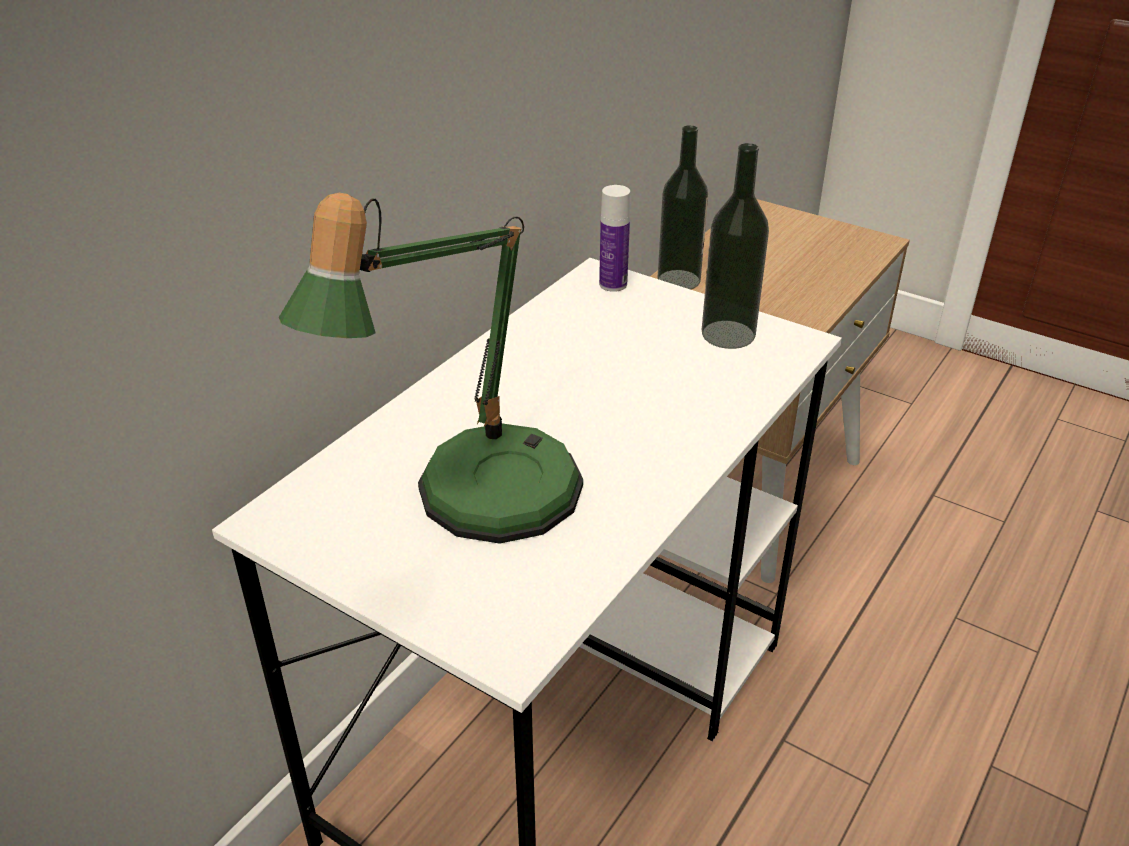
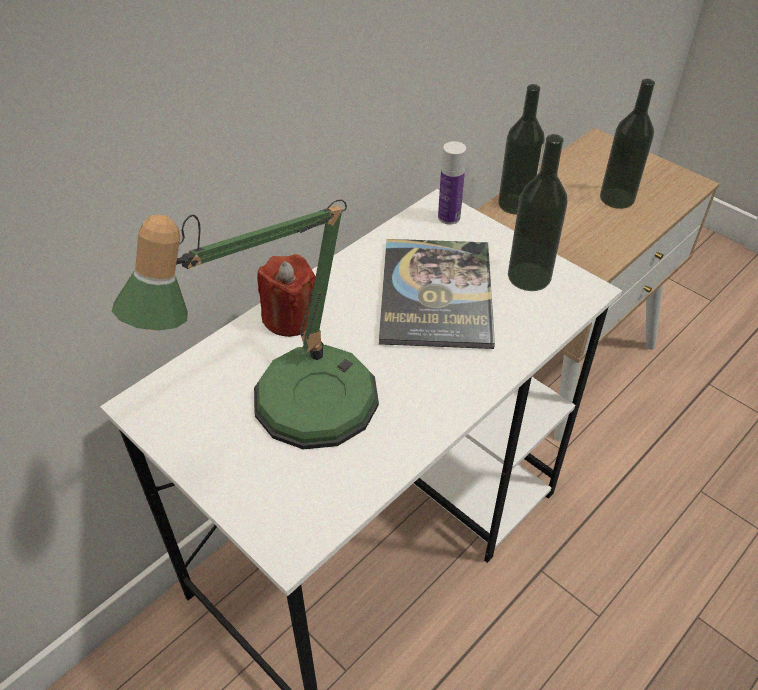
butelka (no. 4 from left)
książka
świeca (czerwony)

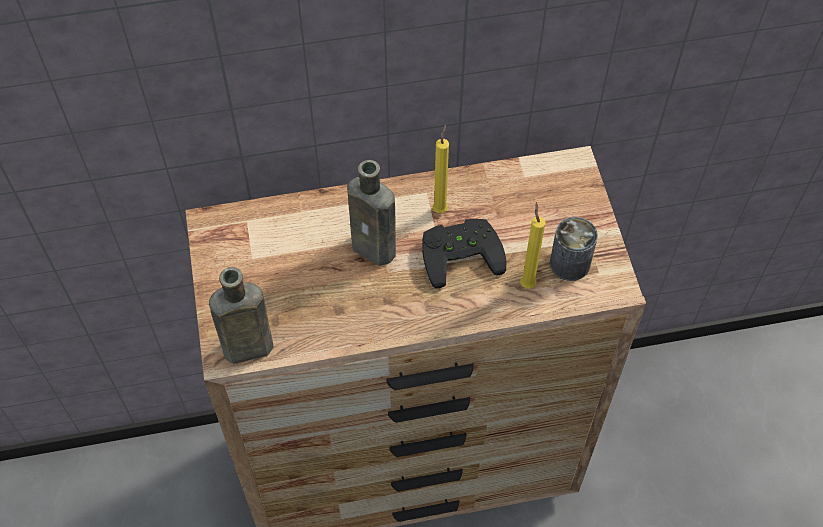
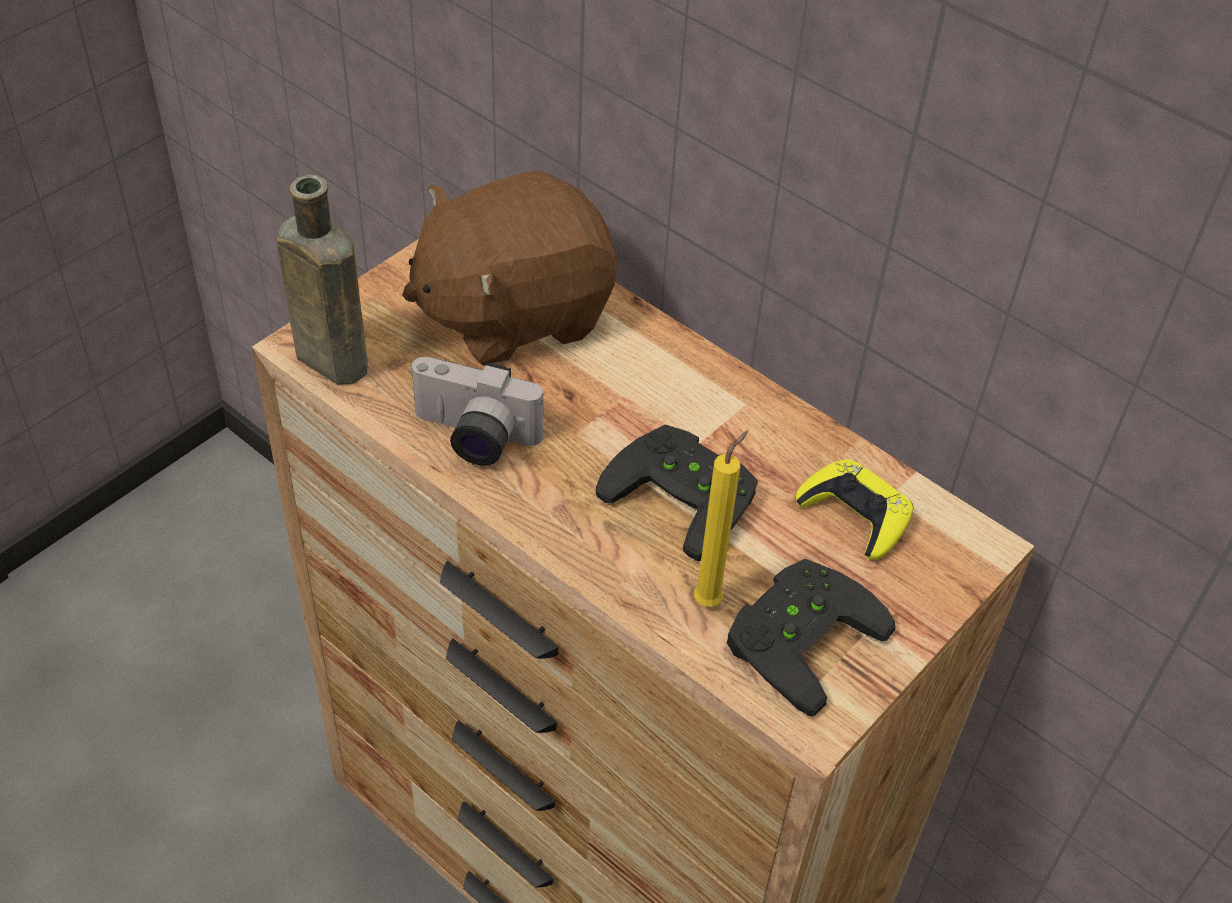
świeca (żółty) (no. 1 from left in the first image)
butelka (brązowy) (no. 2 from left in the first image)
pad do gier (czarny) (no. 2 from left)
pluszak (brązowy)
aparat fotograficzny
pad do gier (żółty)

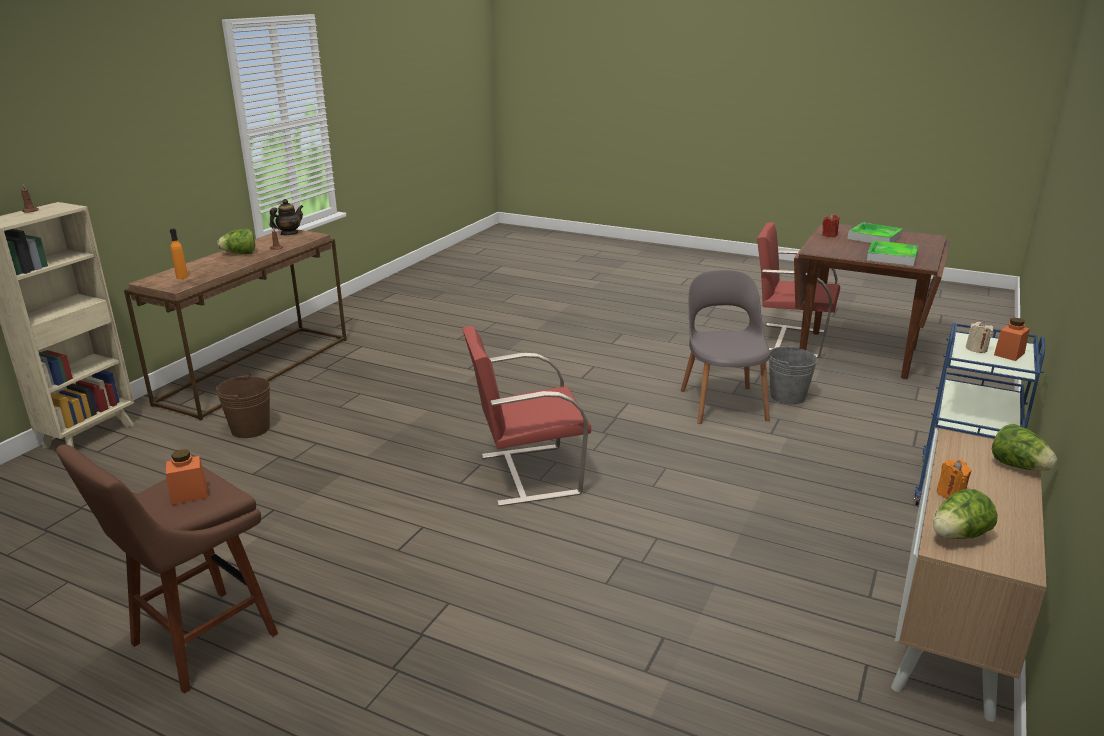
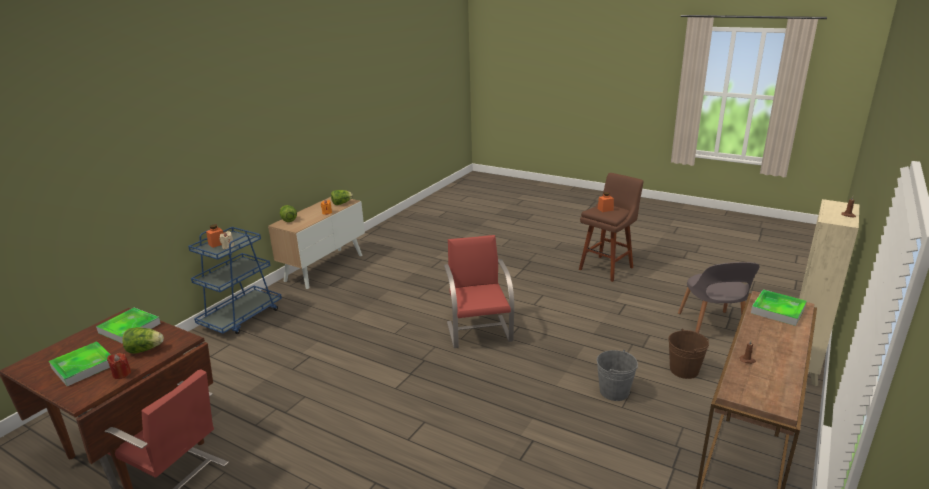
imbryk
taca (no. 3 from left)
sałata (no. 1 from left)
krzesło (szary)
krzesło (czerwony) (no. 2 from left)
wiadro (szary)

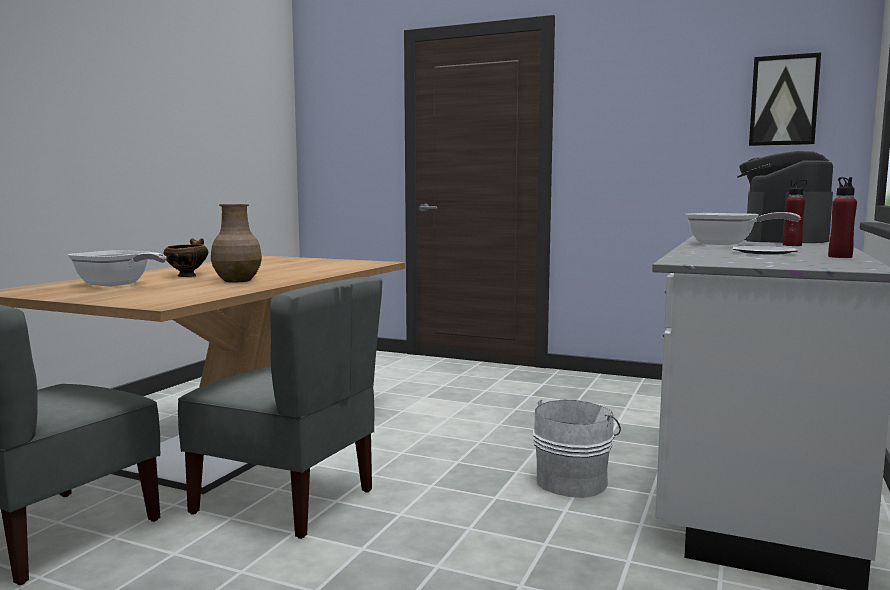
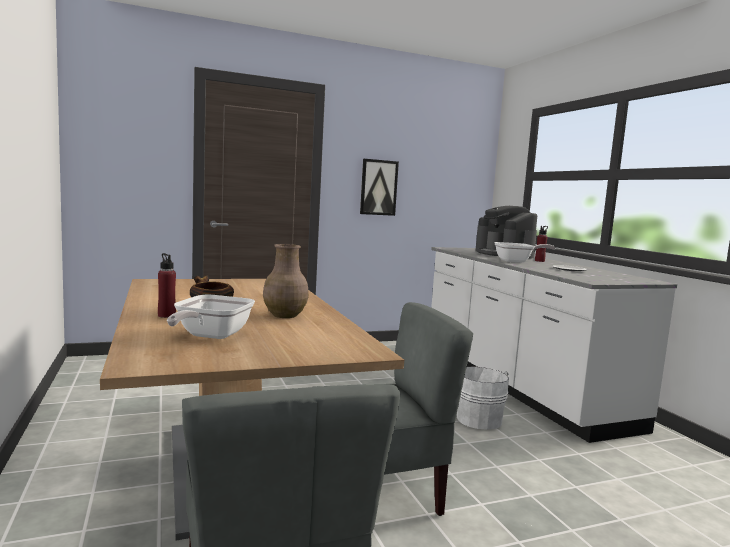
obraz
butelka (czerwony) (no. 1 from left)
patelnia (no. 1 from left)

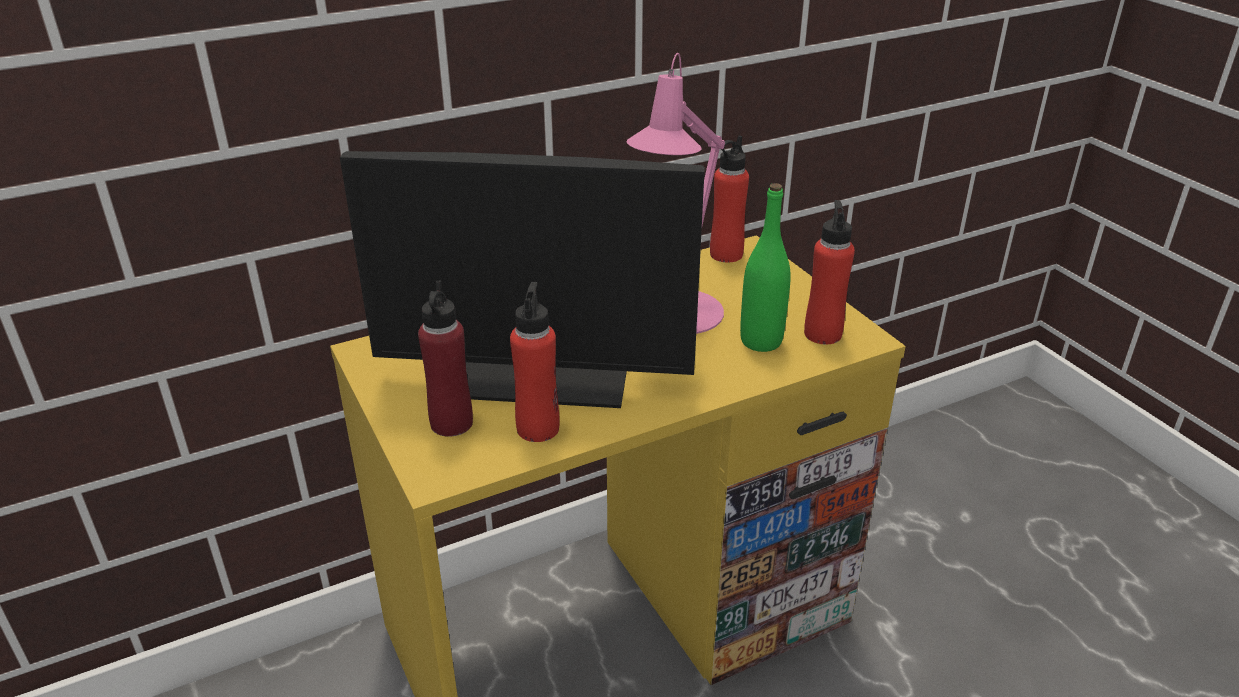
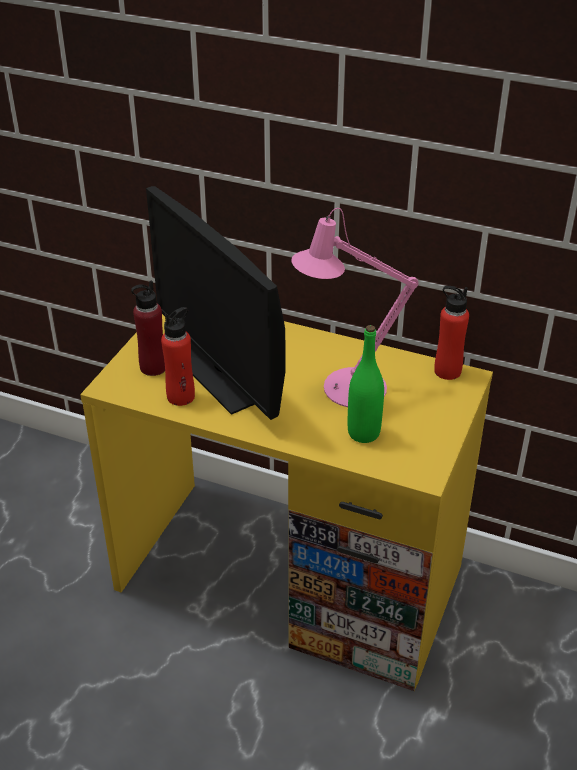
butelka (czerwony) (no. 4 from left in the first image)

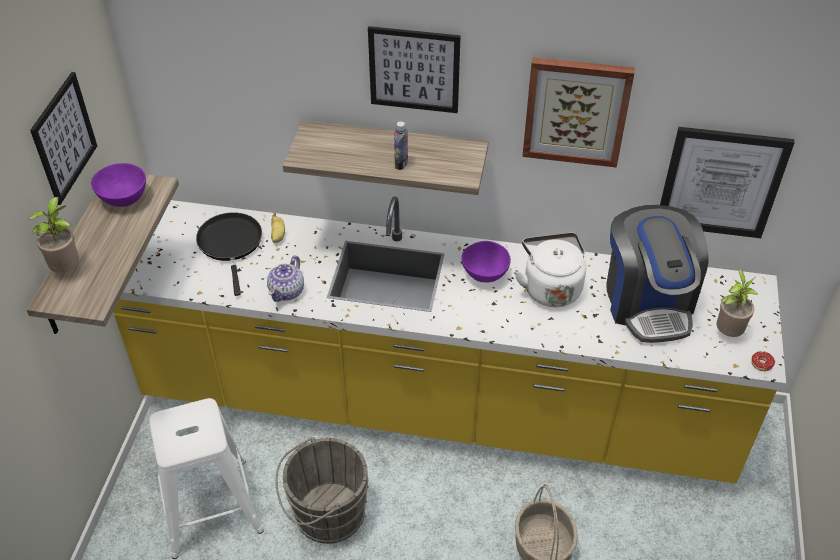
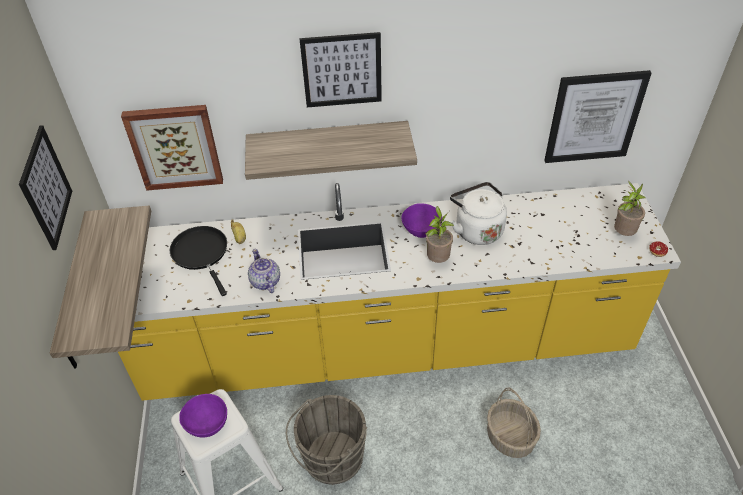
obraz (no. 2 from left)
butelka
miska (fioletowy) (no. 1 from left)
roślina doniczkowa (no. 1 from left)
ekspres do kawy
imbryk

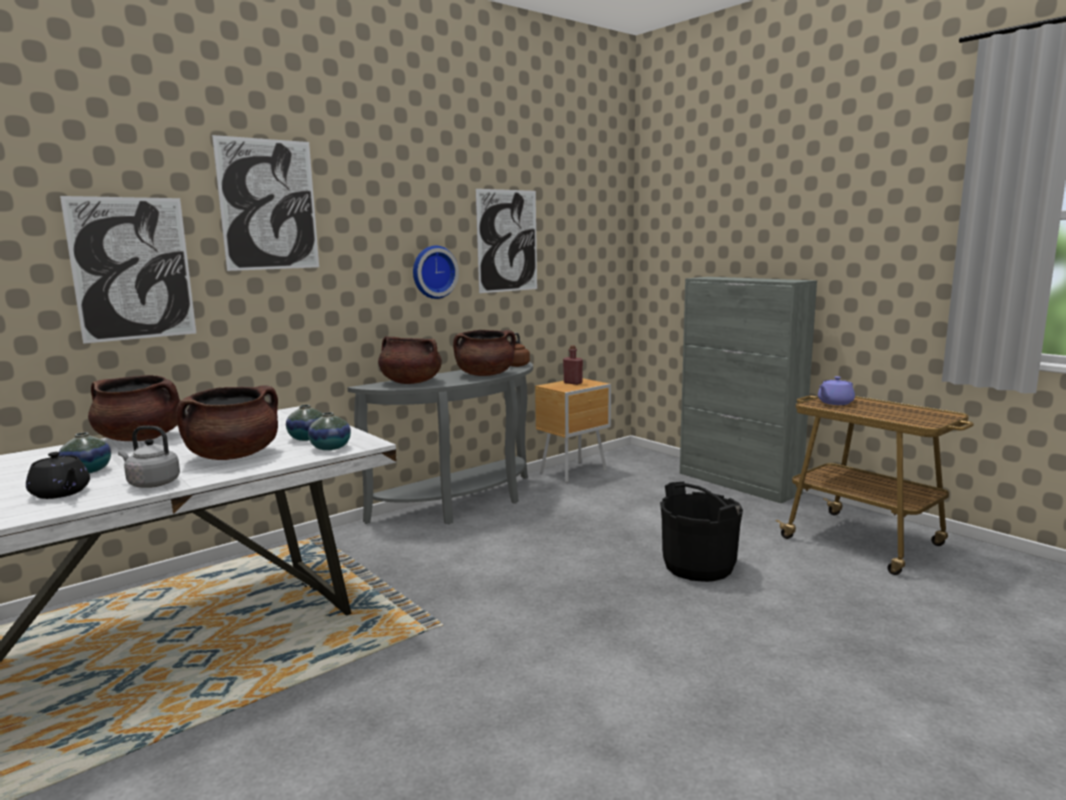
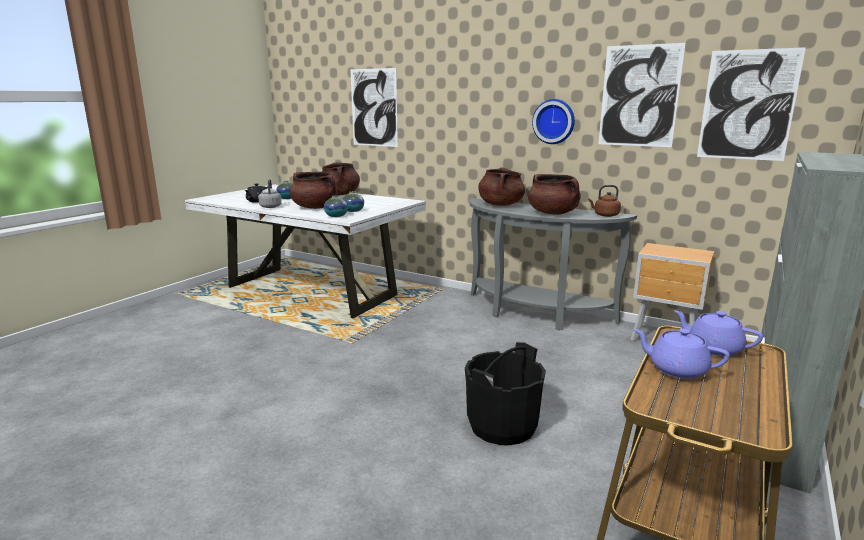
obraz (no. 3 from left)
butelka (czerwony)
imbryk (fioletowy) (no. 1 from left)

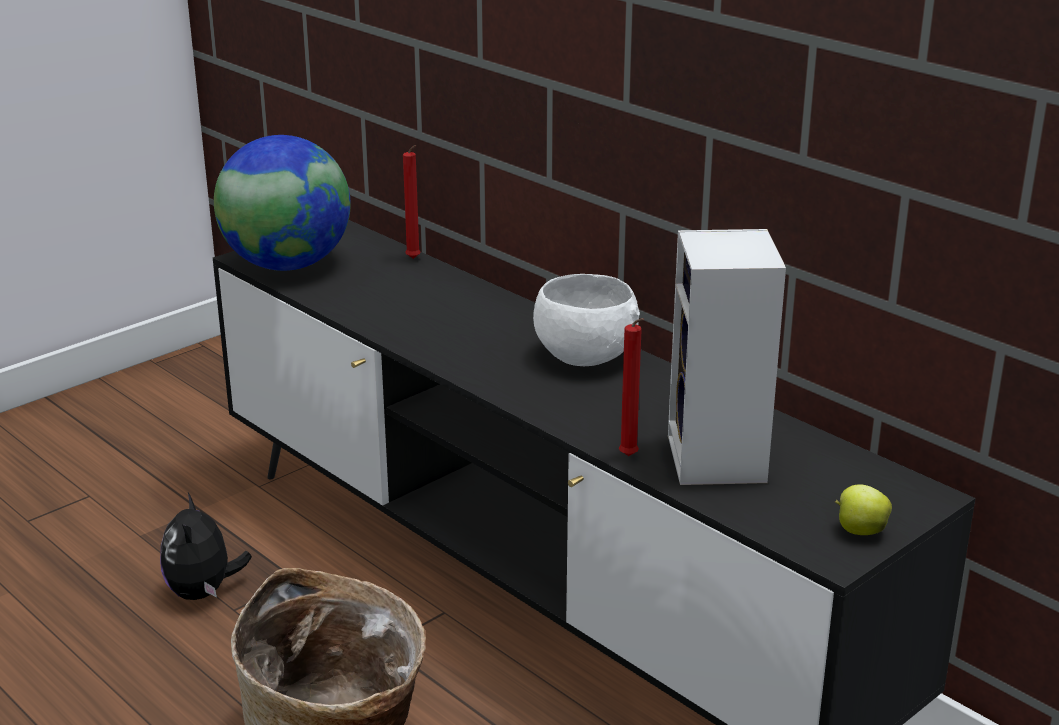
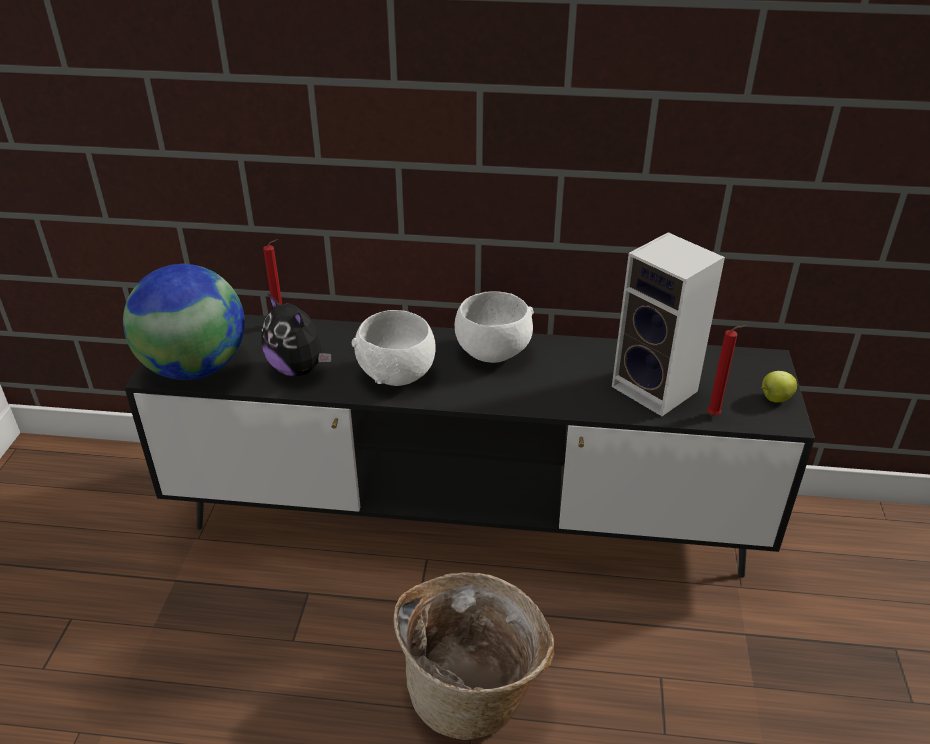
świeca (czerwony) (no. 2 from left)
pluszak
miska (biały) (no. 1 from left)

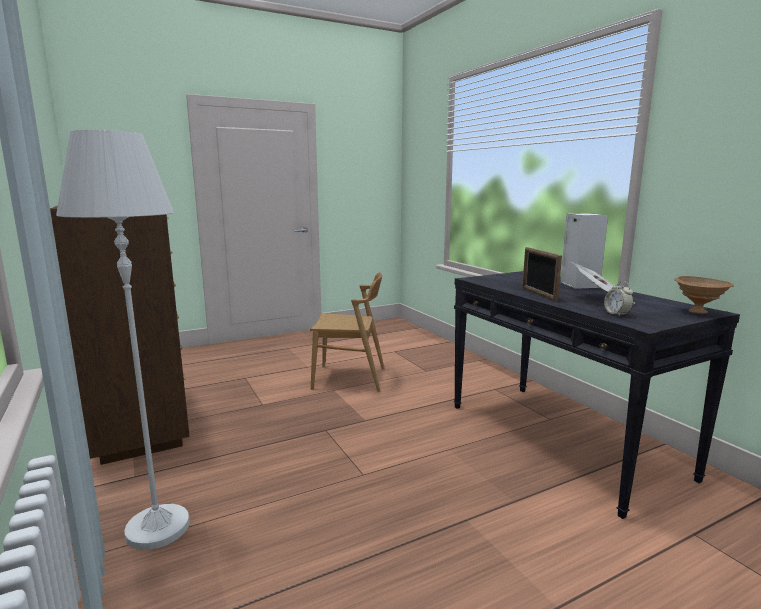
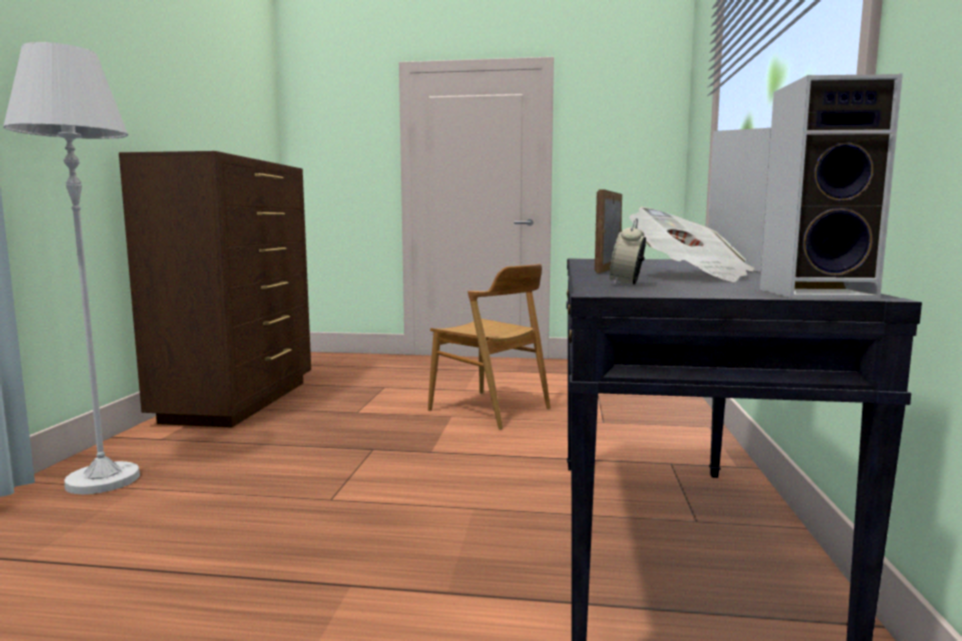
głośnik (no. 2 from left)

